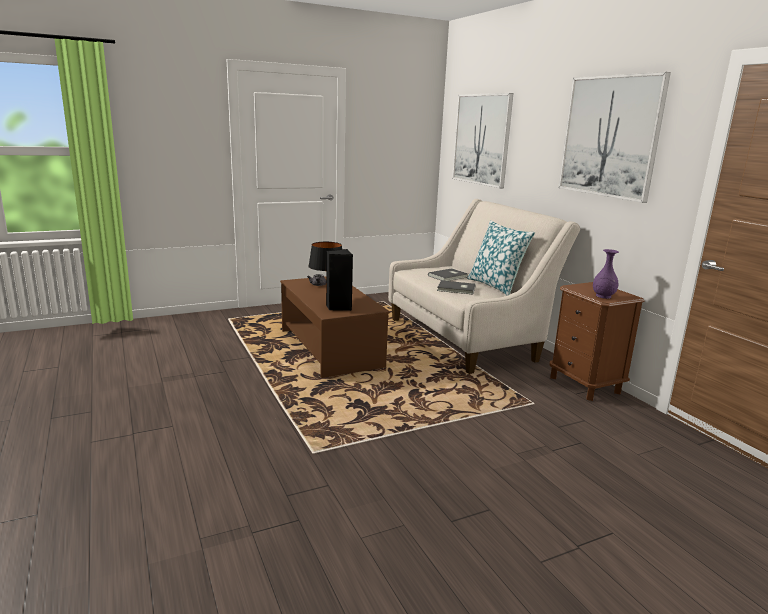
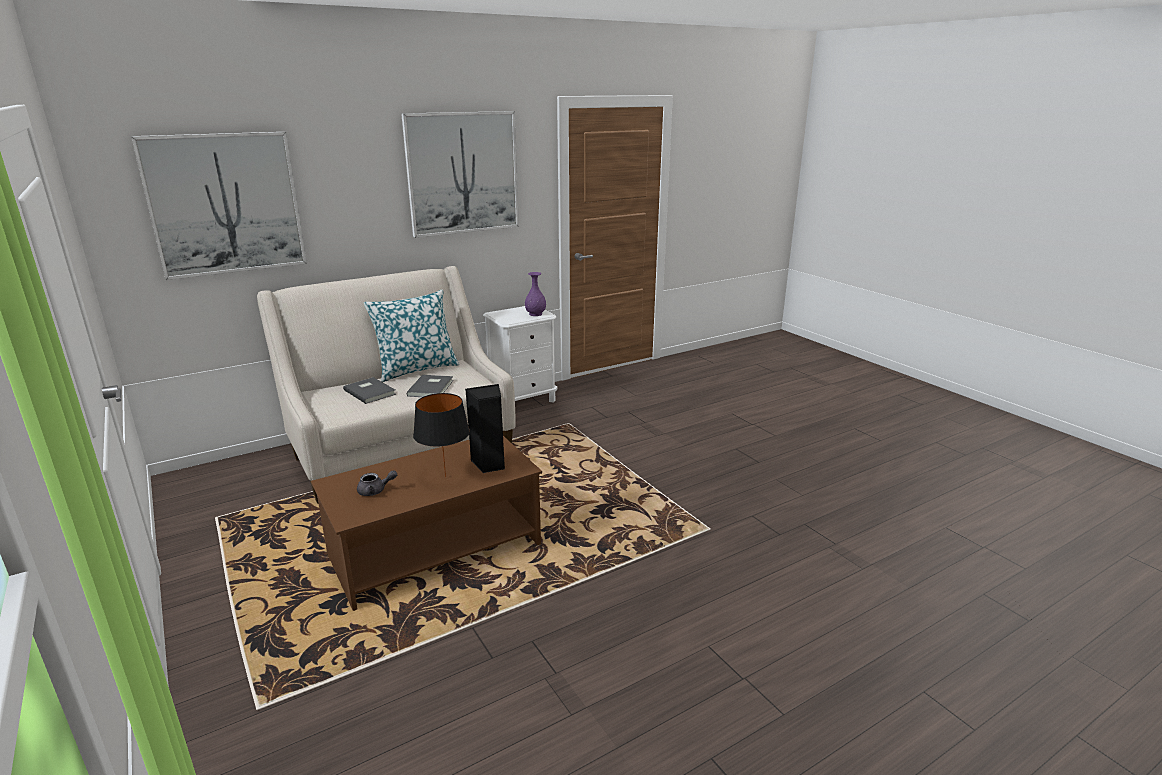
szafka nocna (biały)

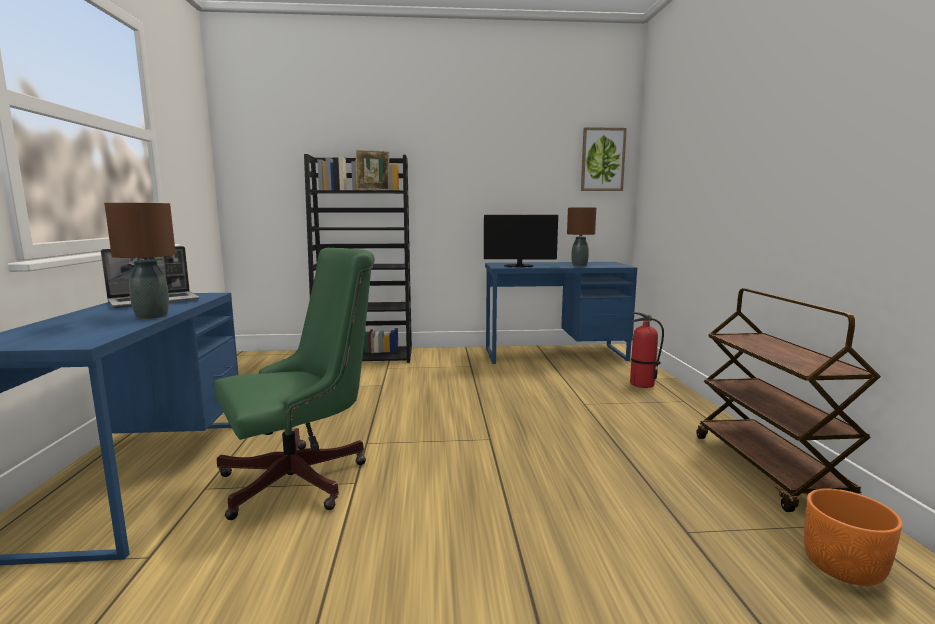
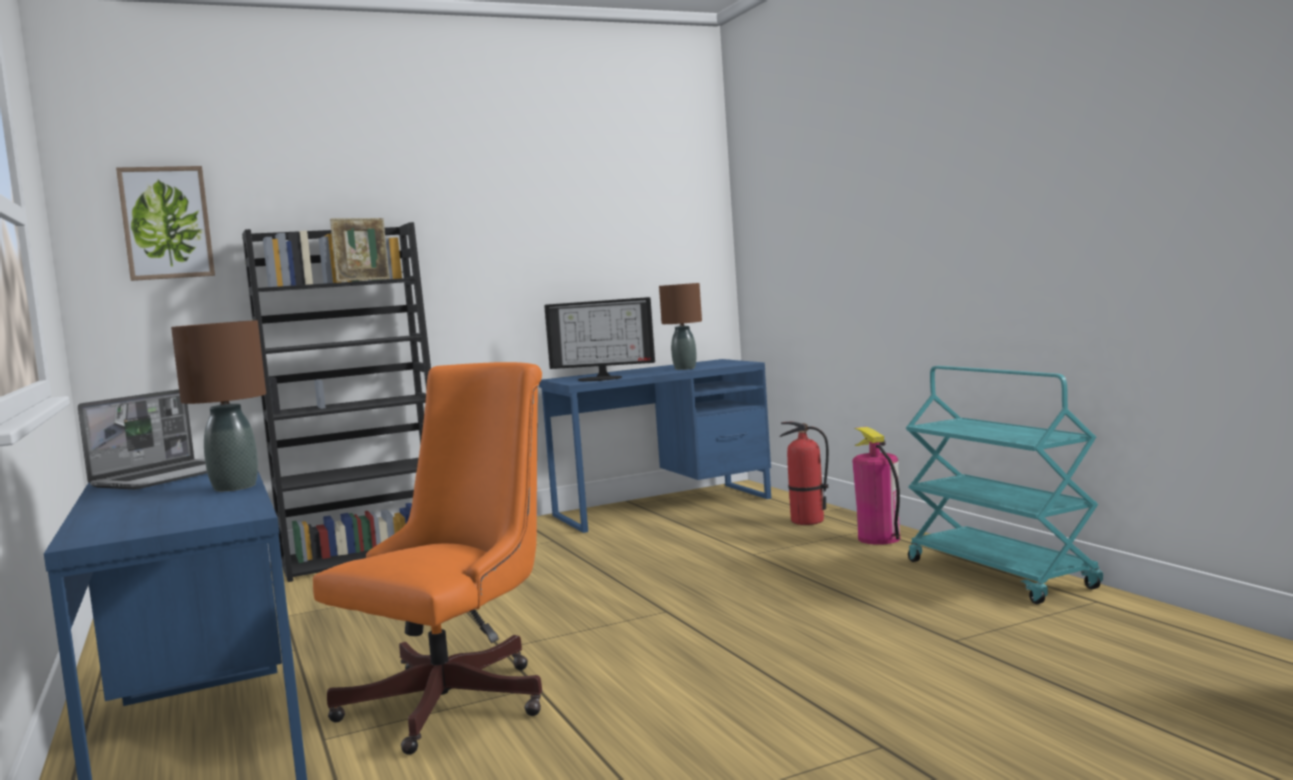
obraz
monitor
krzesło biurowe (pomarańczowy)
wózek (turkusowy)
donica (pomarańczowy)
gaśnica (no. 2 from left)

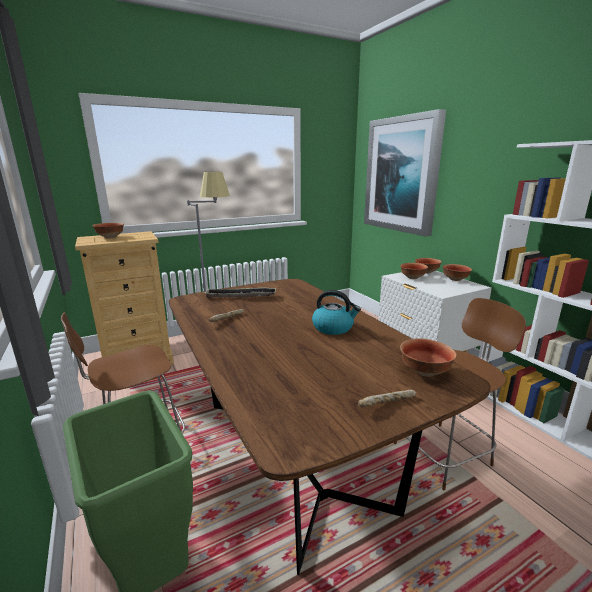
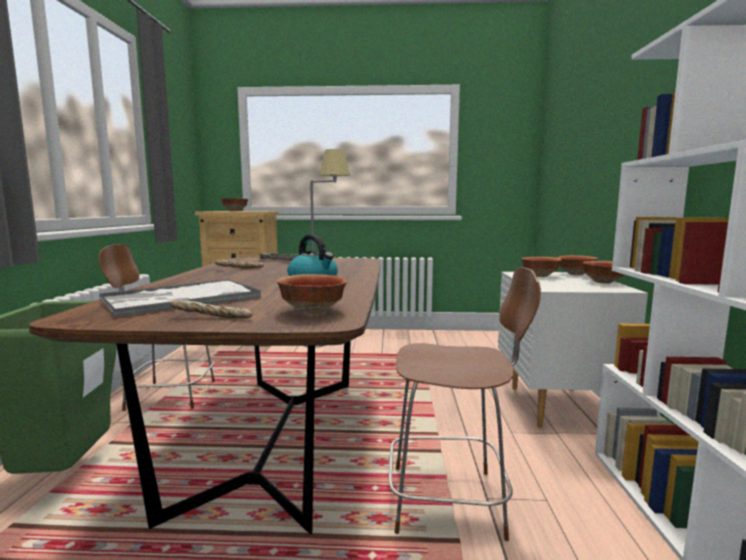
obraz
taca (no. 1 from left)

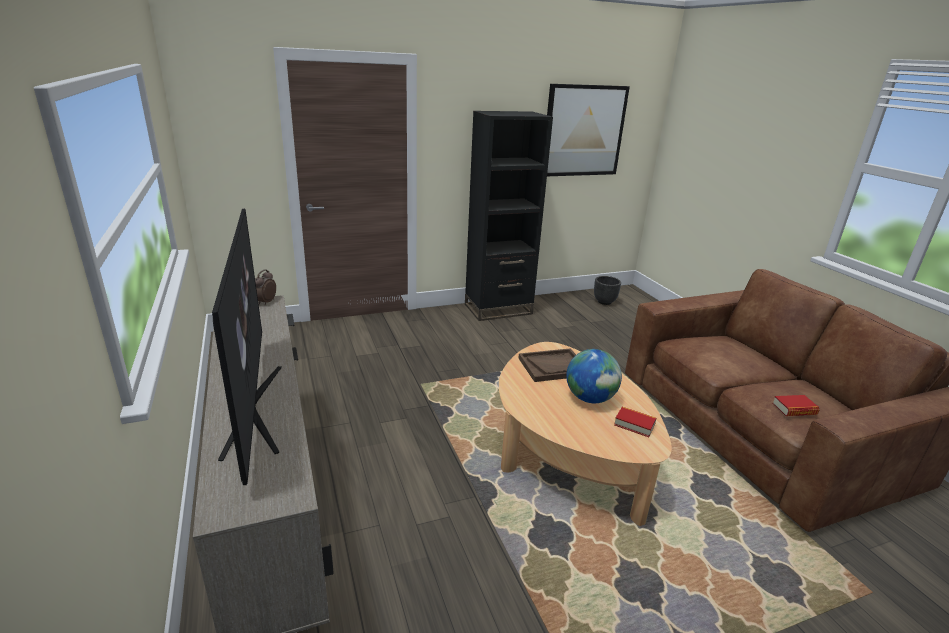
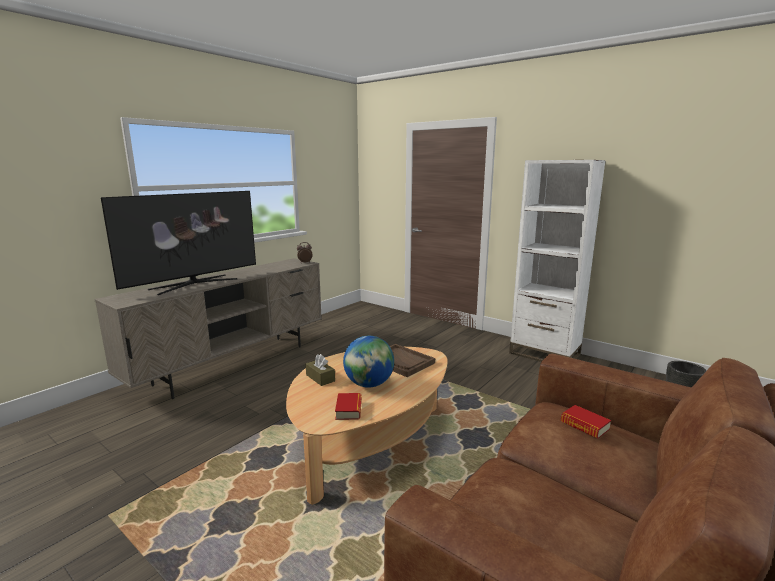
obraz
regał (biały)
książka (no. 2 from left)
pudełko chusteczek (brązowy)

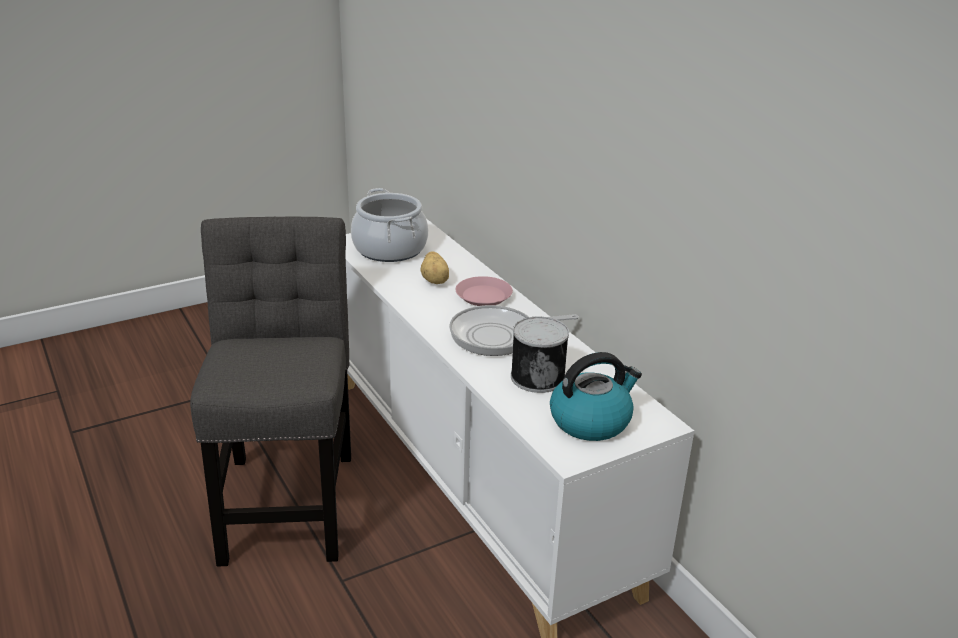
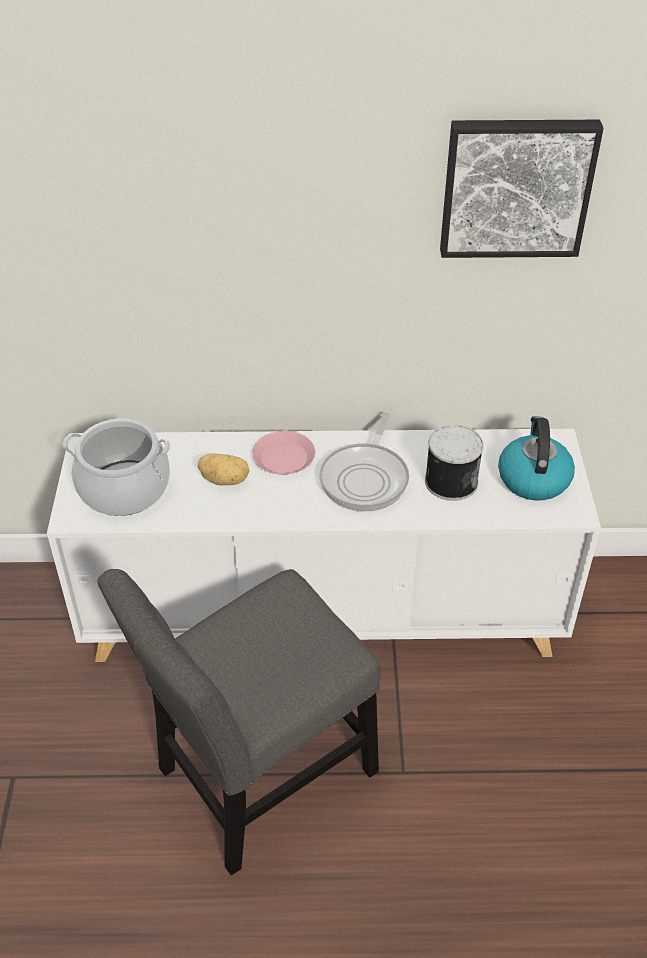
krzesło (szary)
obraz

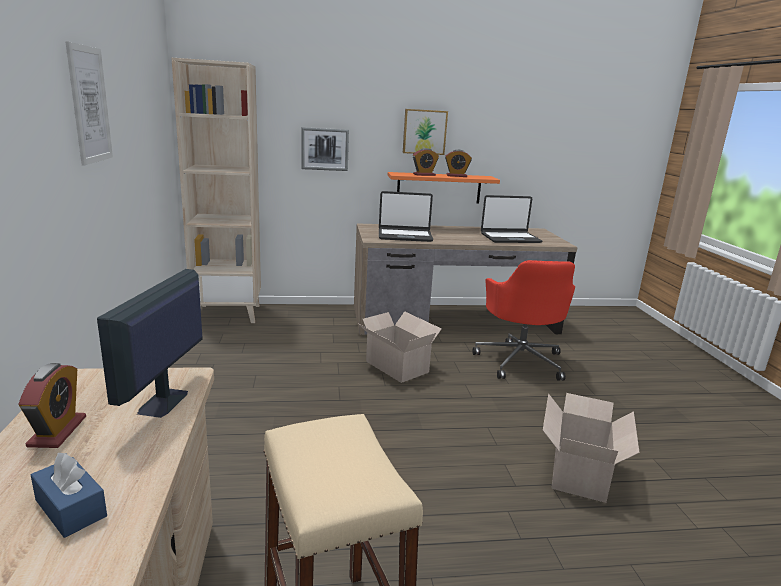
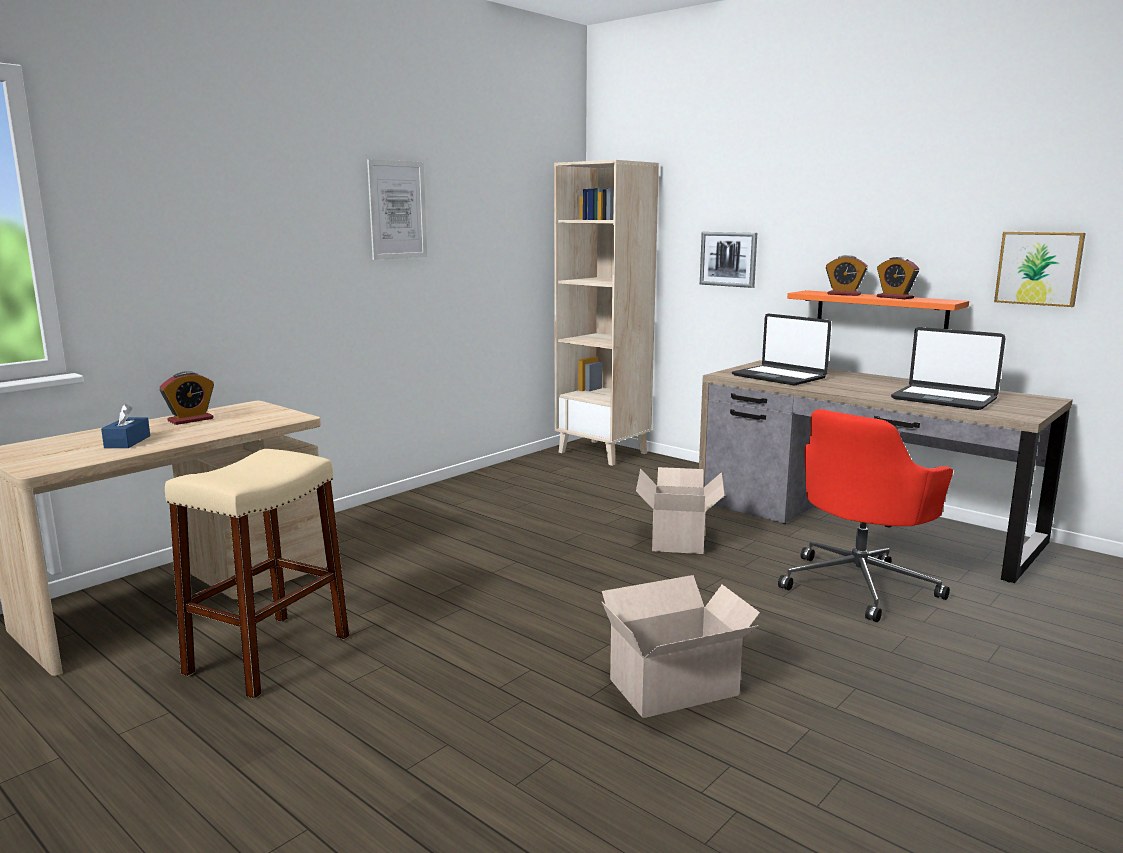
obraz (no. 3 from left)
monitor

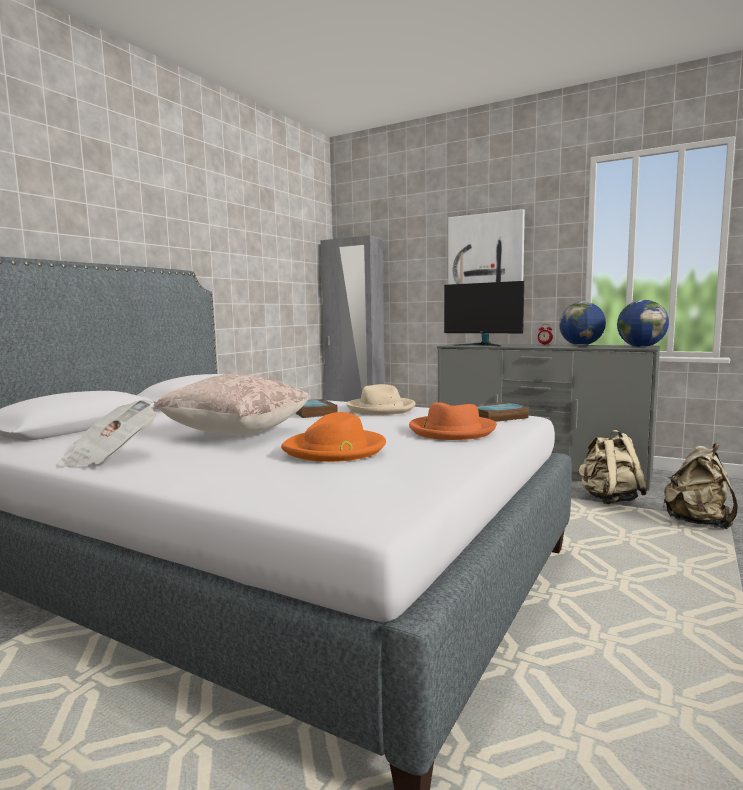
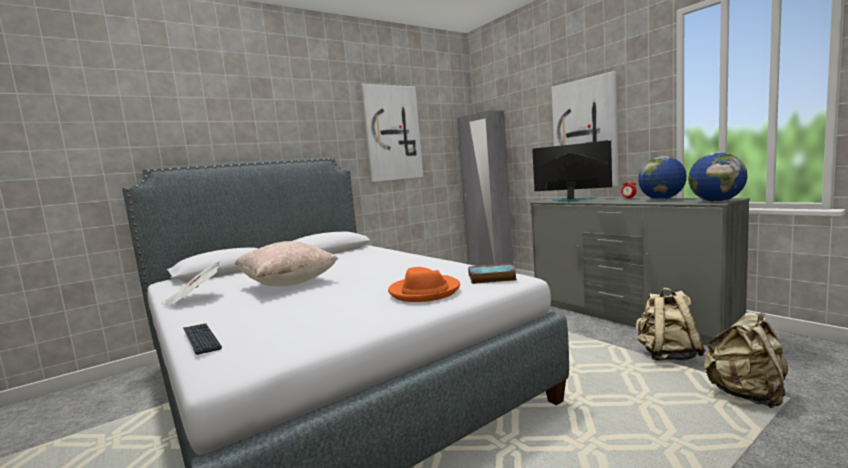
monitor
kapelusz (beżowy)
książka (no. 1 from left in the first image)
kapelusz (pomarańczowy) (no. 1 from left in the first image)
obraz (no. 1 from left)
klawiatura

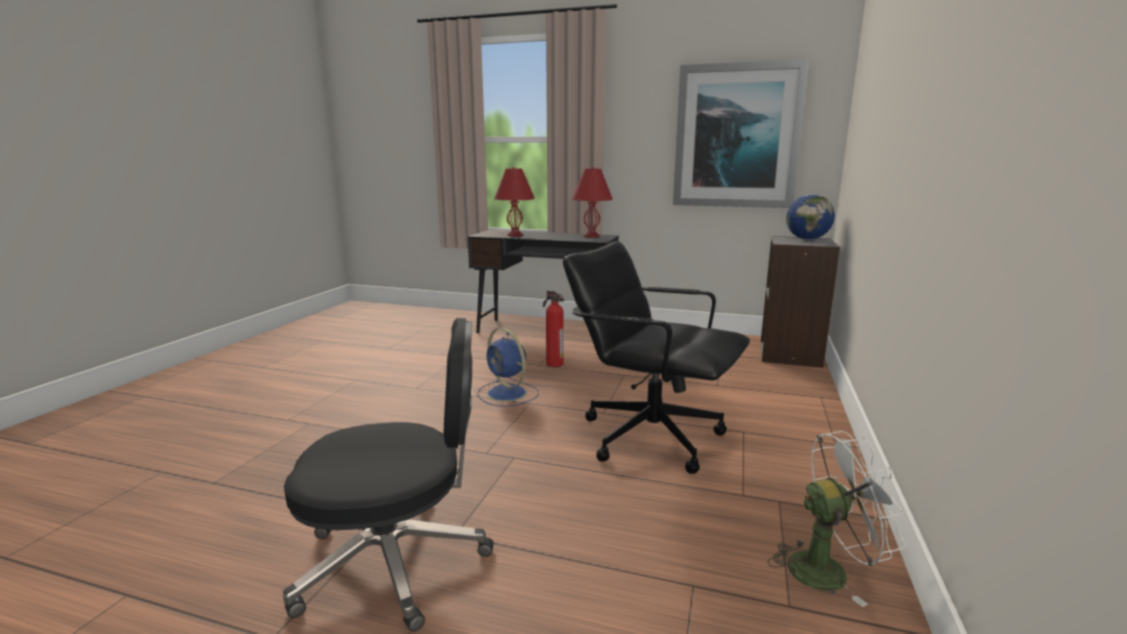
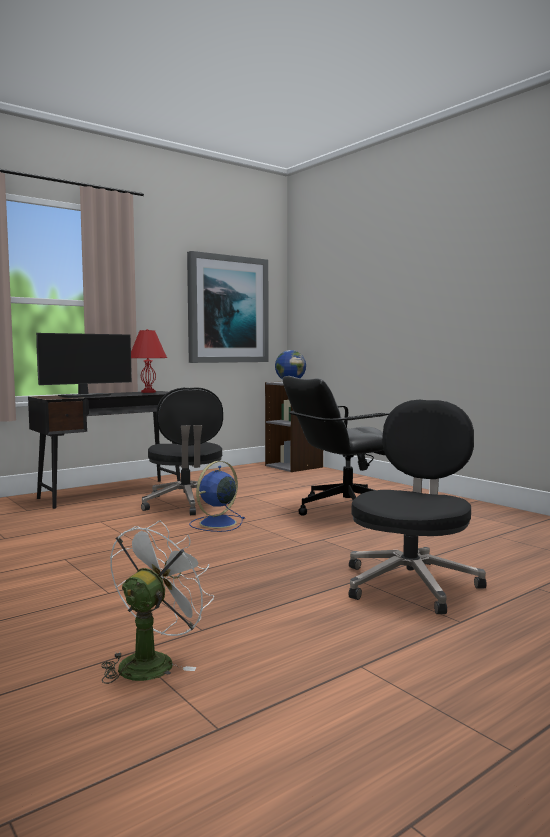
monitor
krzesło biurowe (czarny) (no. 1 from left)
wentylator (niebieski)
wentylator (biały)

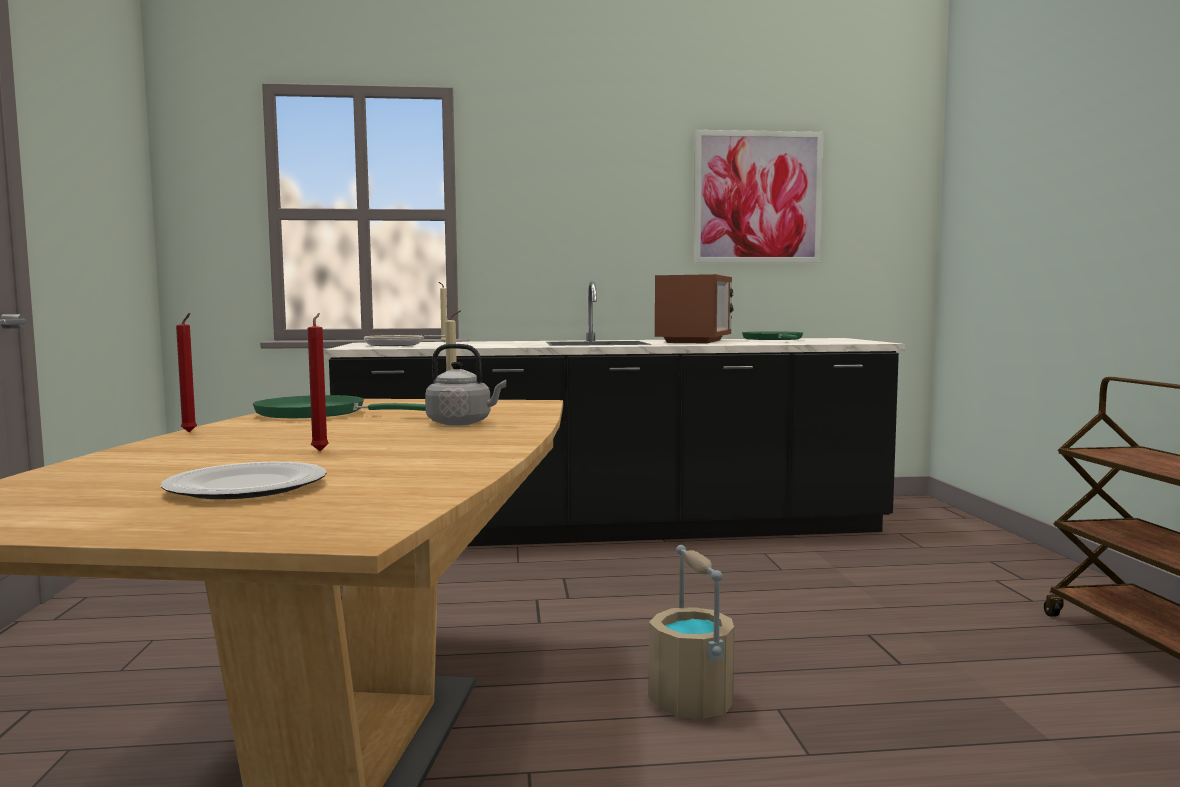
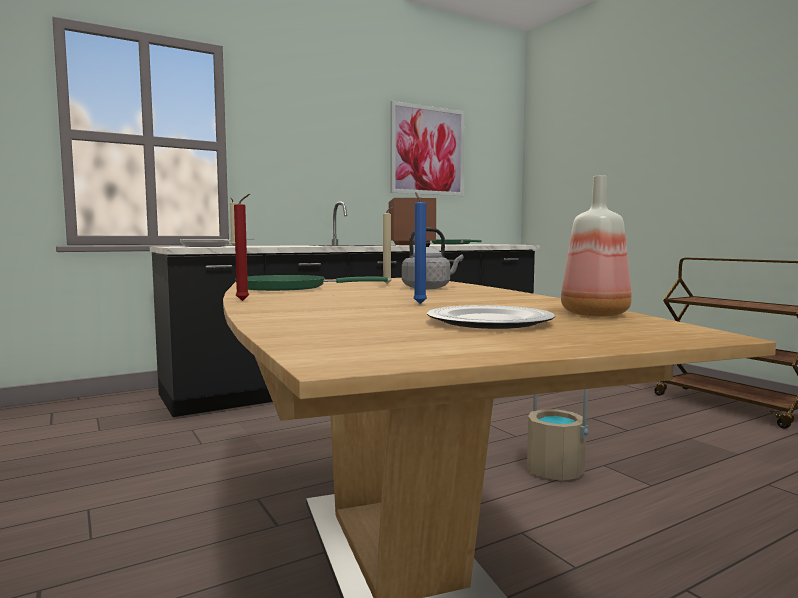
świeca (niebieski)
butelka

